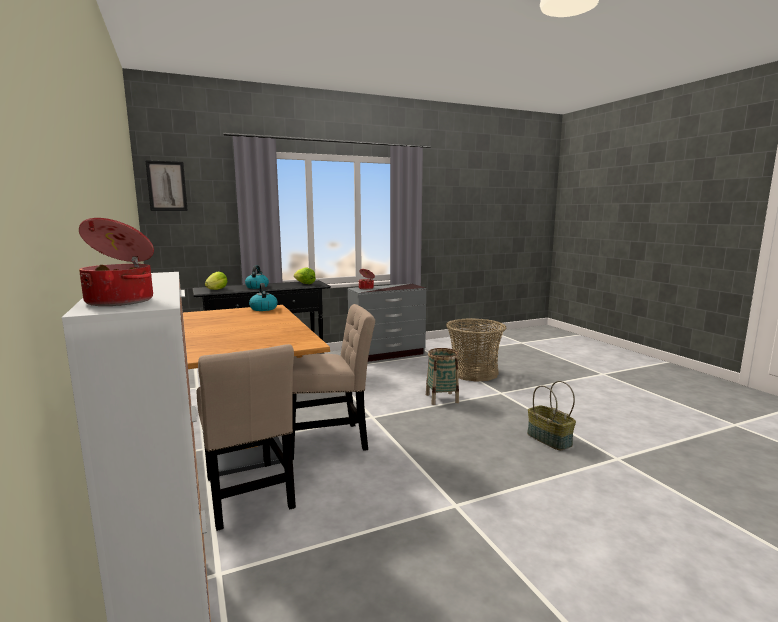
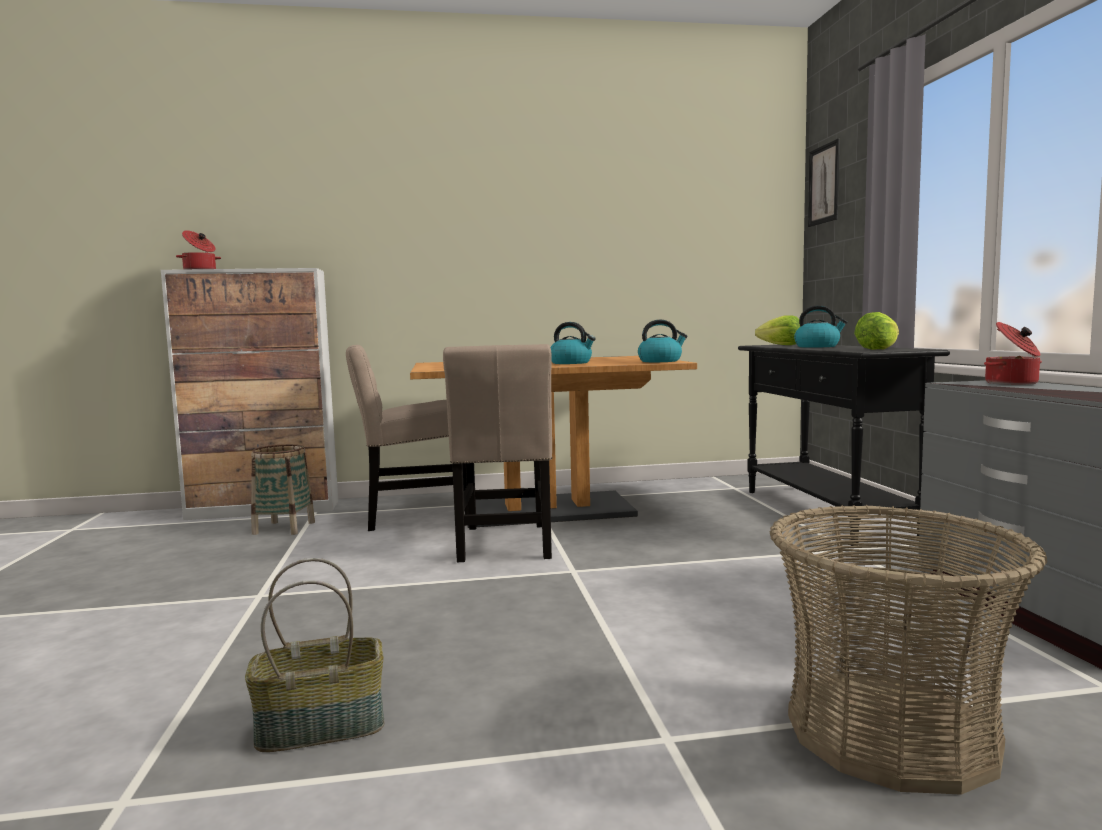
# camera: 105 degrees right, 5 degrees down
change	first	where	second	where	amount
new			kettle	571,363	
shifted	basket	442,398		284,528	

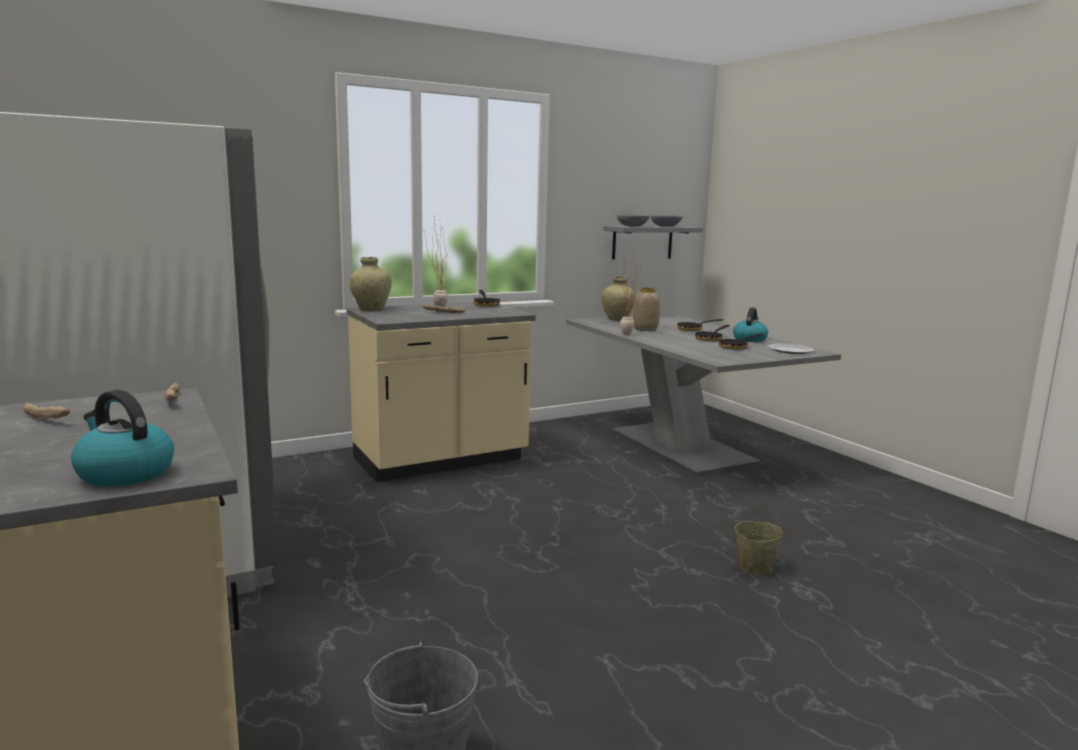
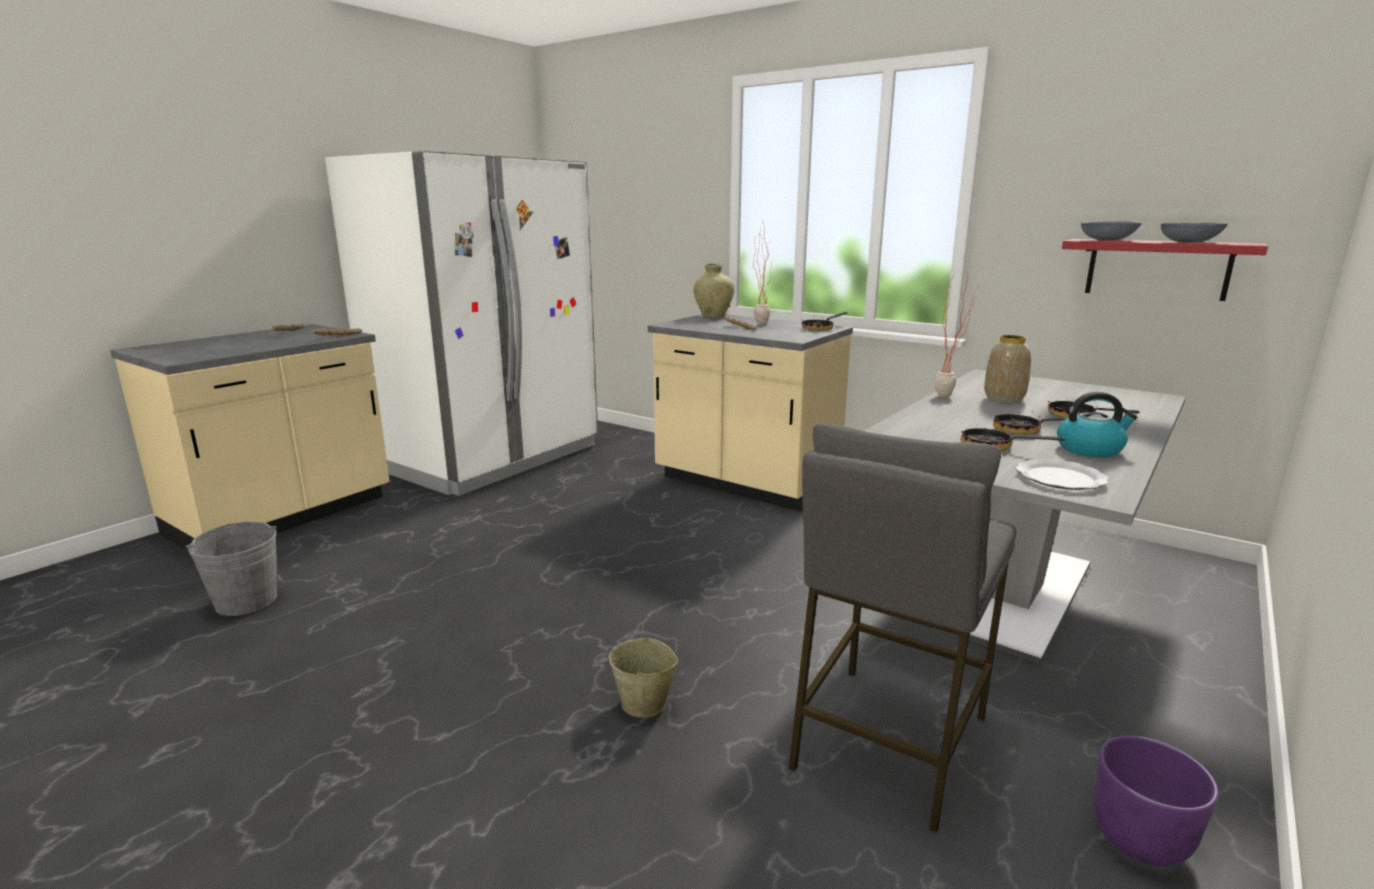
# camera: 65 degrees right, 5 degrees up
change	first	where	second	where	amount
gone	kettle	124,473			
gone	vase (beige)	617,319			
new			stool (grey)	887,741	
new			planter (purple)	1139,842	
repainted	shelf (grey)	642,242	shelf (red)	1157,269	

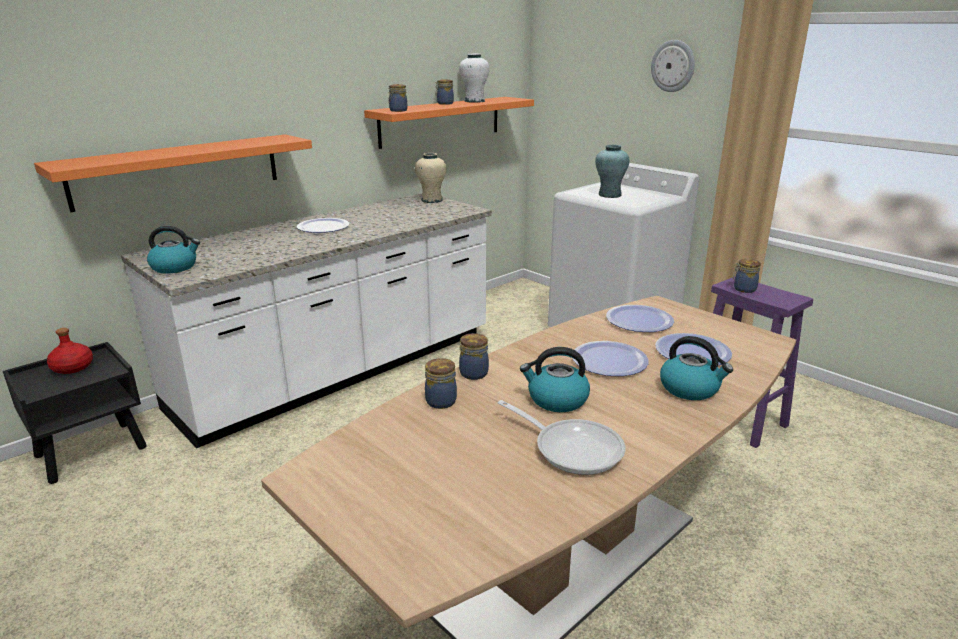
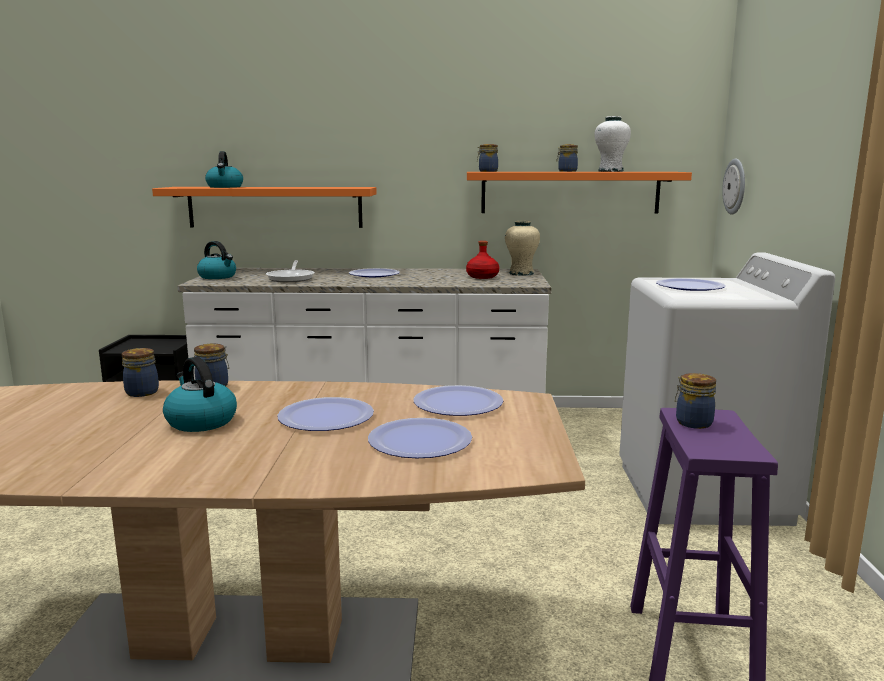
# camera: 45 degrees right, 10 degrees down
change	first	where	second	where	amount
shifted	bottle (red)	73,367		482,277	
shifted	frying pan	572,448		291,278	
shifted	wall clock	673,66		735,186	
shifted	kettle	690,389		225,187	
swapped	vase (turquoise)	609,195	plate	690,286	

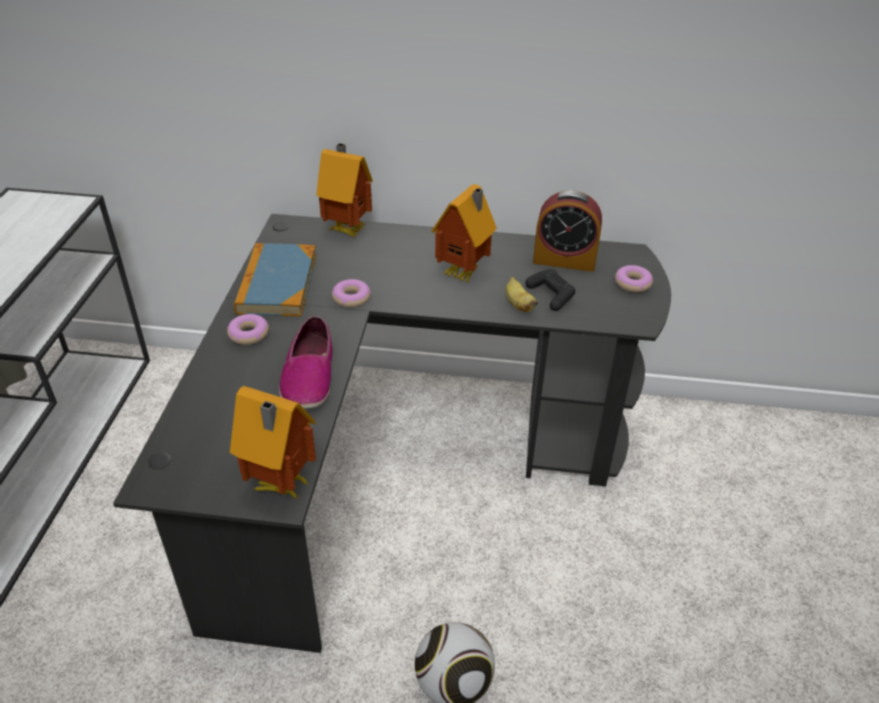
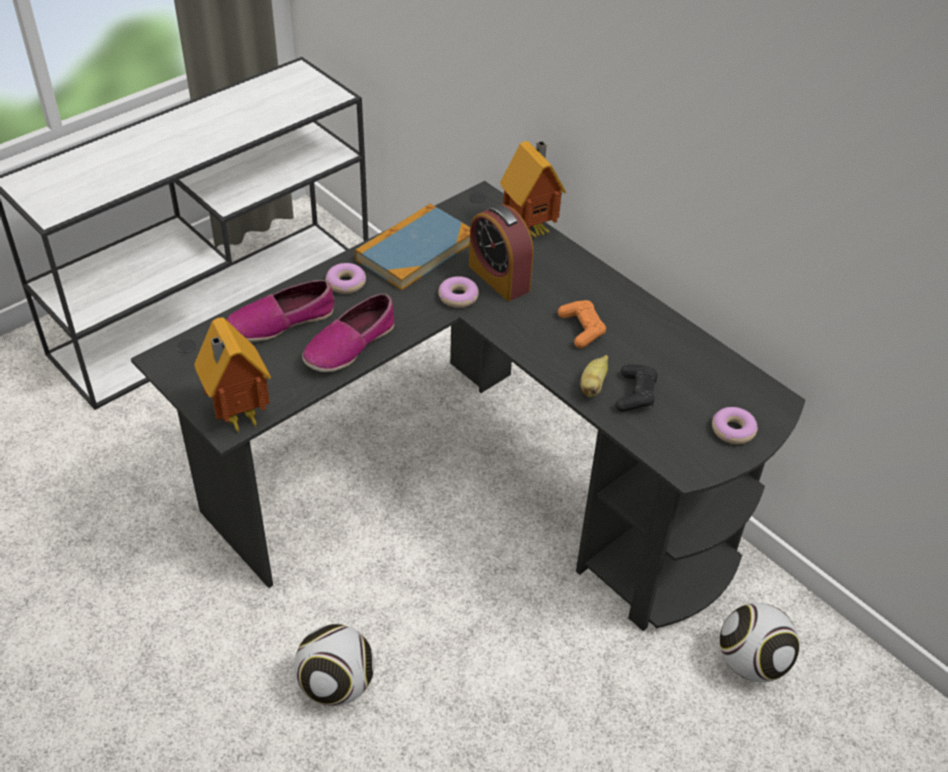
# camera: 40 degrees right, 5 degrees up
change	first	where	second	where	amount
new			shoe	281,322	
new			football	752,662	
shifted	alarm clock	564,260		499,278	
swapped	toy house	464,274	game controller (orange)	581,329	

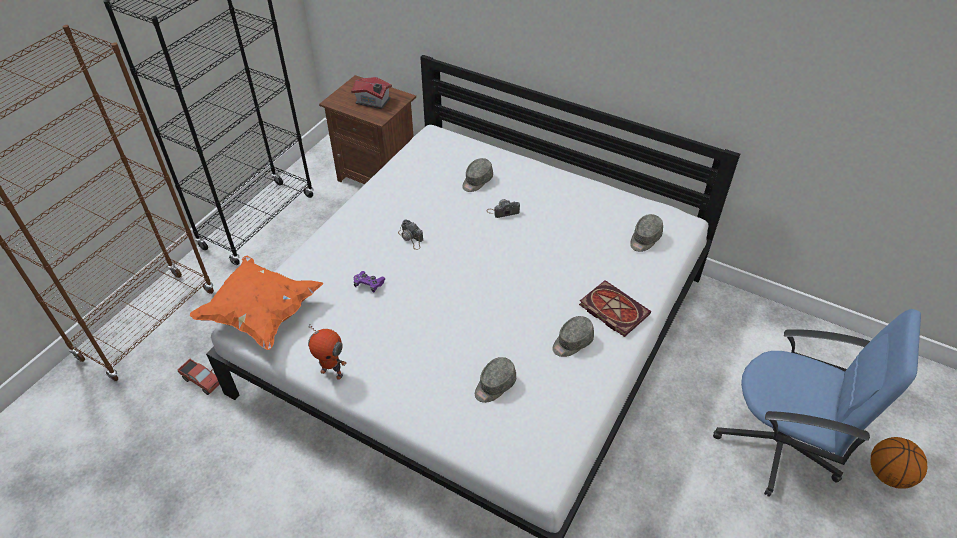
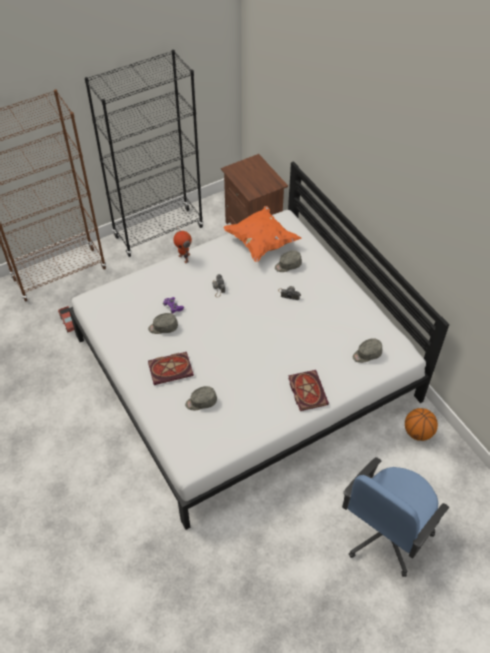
# camera: 30 degrees right, 5 degrees up
change	first	where	second	where	amount
gone	toy house	373,102			
new			book	171,368	
shifted	pillow (orange)	261,314		261,242	
shifted	toy robot	332,372		184,258	
shifted	cap (grey)	572,342		163,327	
shifted	basketball	888,474		418,432	
rotated	office chair (blue)	779,444		385,533	75 degrees clockwise

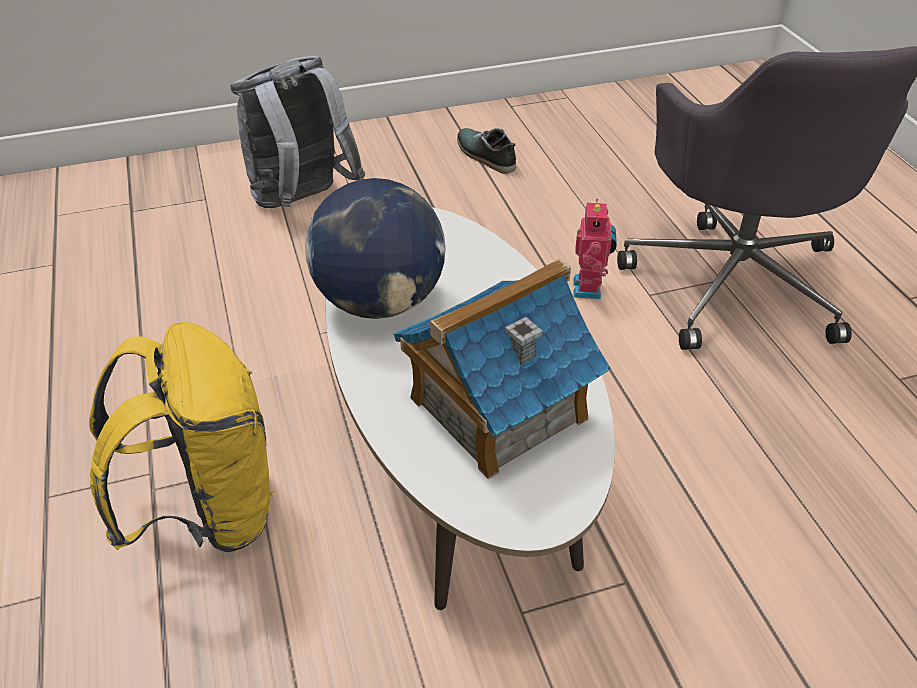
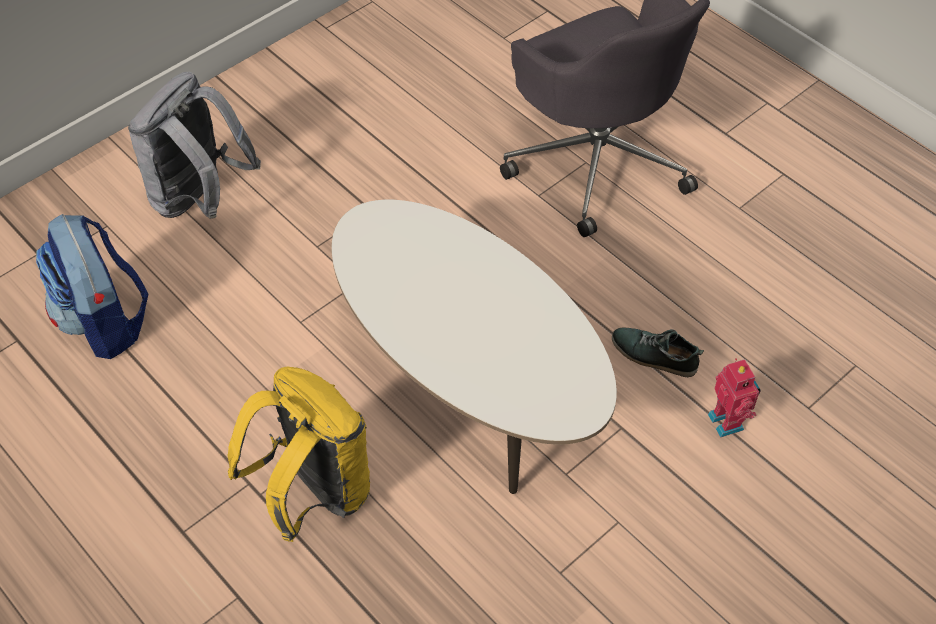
# camera: 25 degrees left, 10 degrees up
change	first	where	second	where	amount
gone	globe	380,301			
gone	toy house	496,408			
new			backpack	105,322	
shifted	shoe	485,155		654,356	
shifted	toy robot	589,288		728,421	

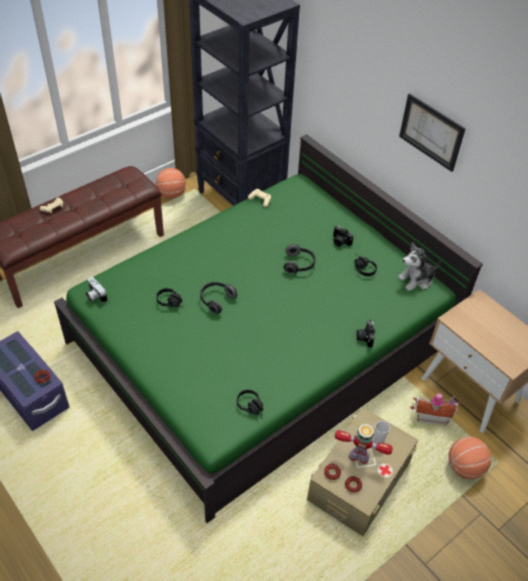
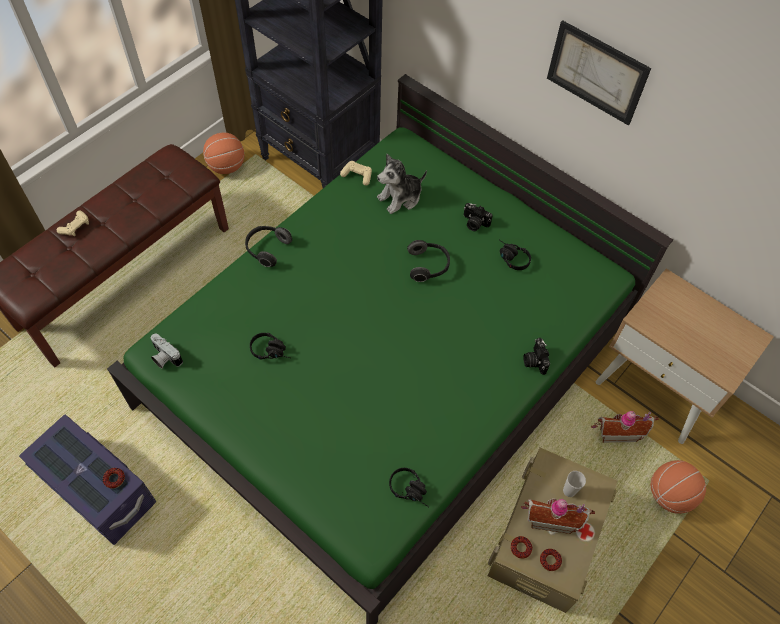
# camera: 10 degrees left, 10 degrees up
change	first	where	second	where	amount
shifted	headphones	216,300		267,249	
shifted	plush toy	416,280		400,198	
swapped	toy robot	359,457	toy house	550,518	

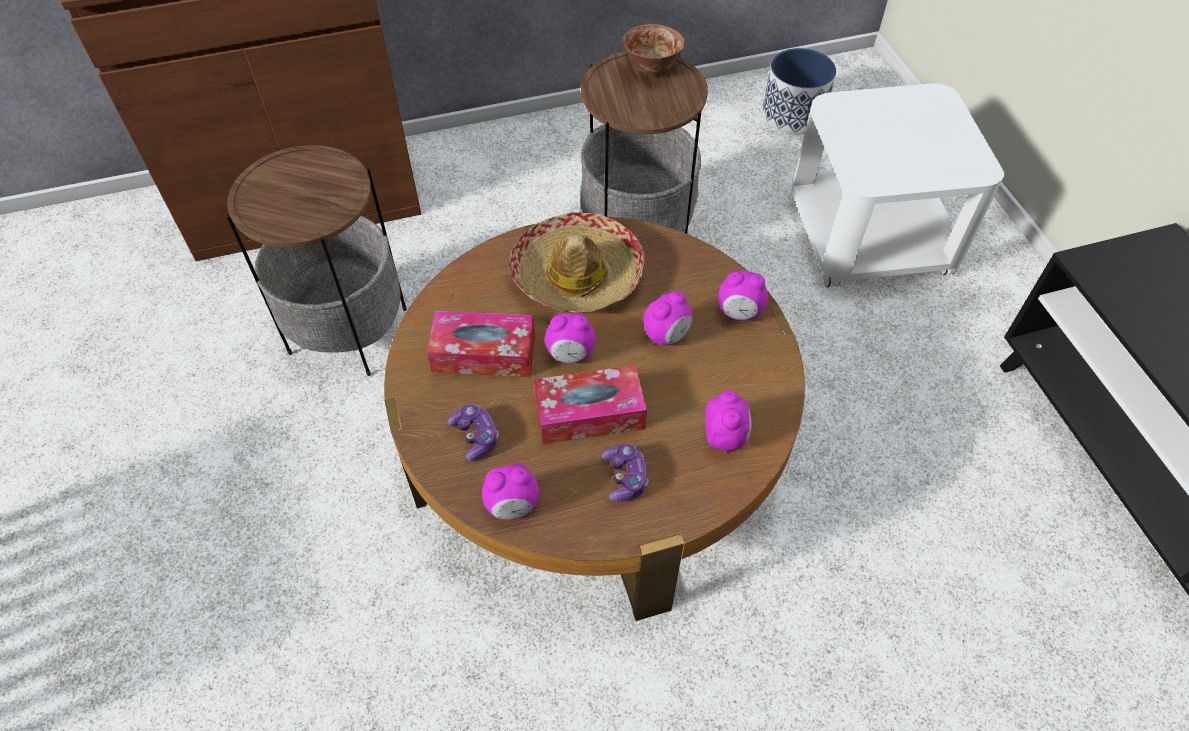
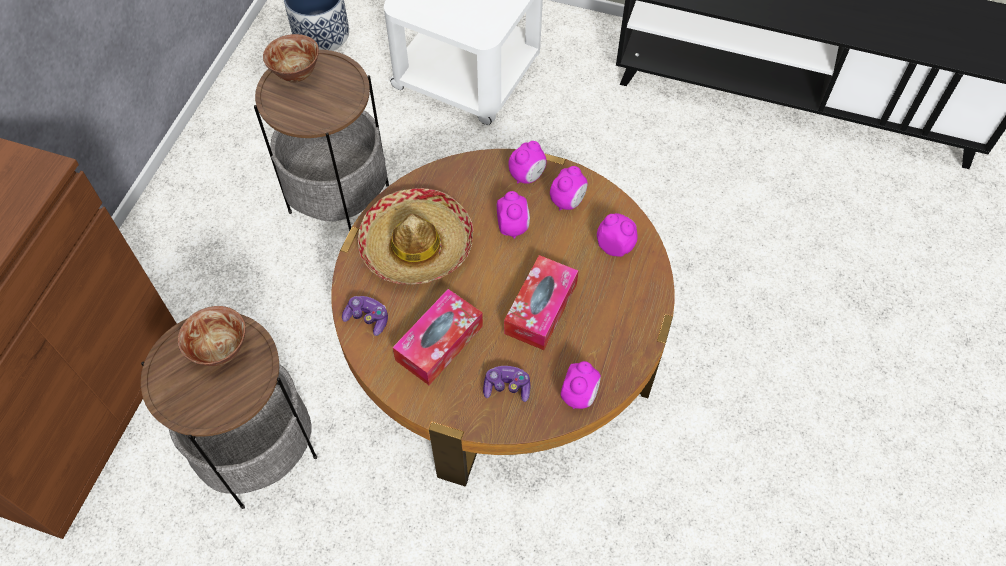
# camera: 55 degrees left, 5 degrees up
change	first	where	second	where	amount
new			bowl	220,350	
shifted	alarm clock	570,354		568,201	
shifted	game controller	625,477		367,318	

